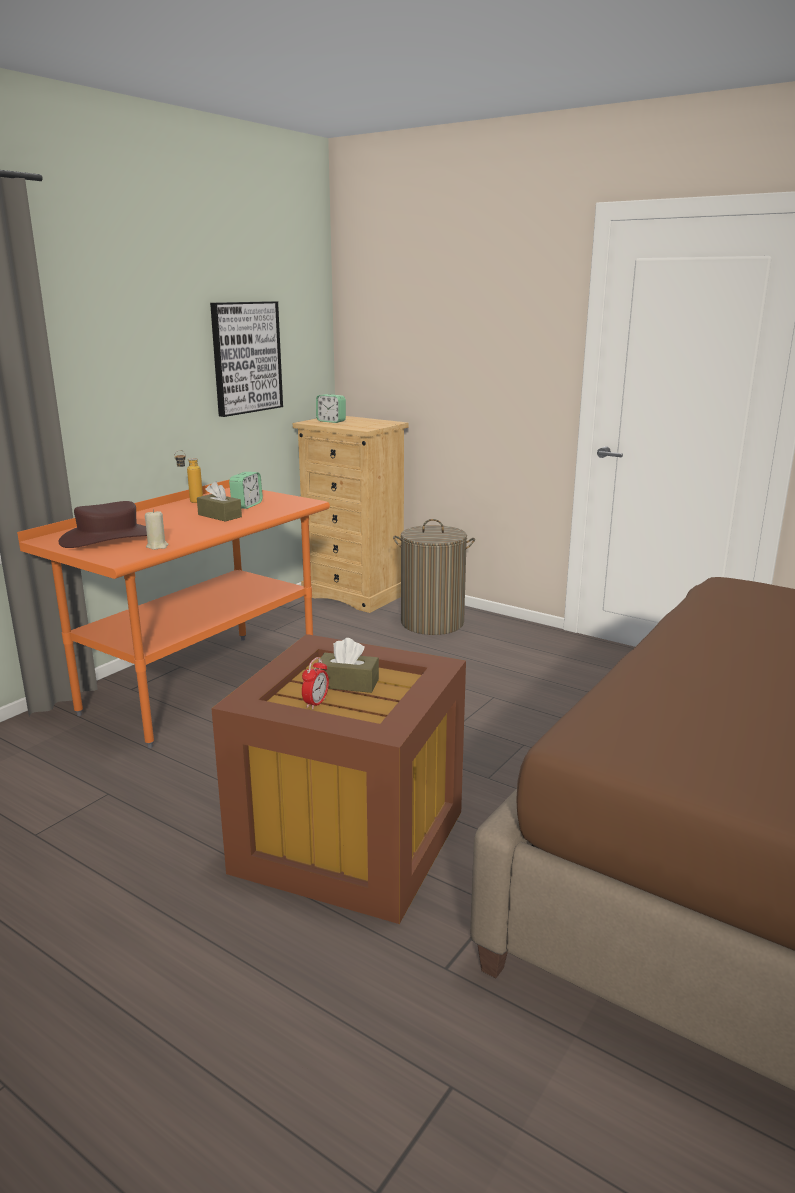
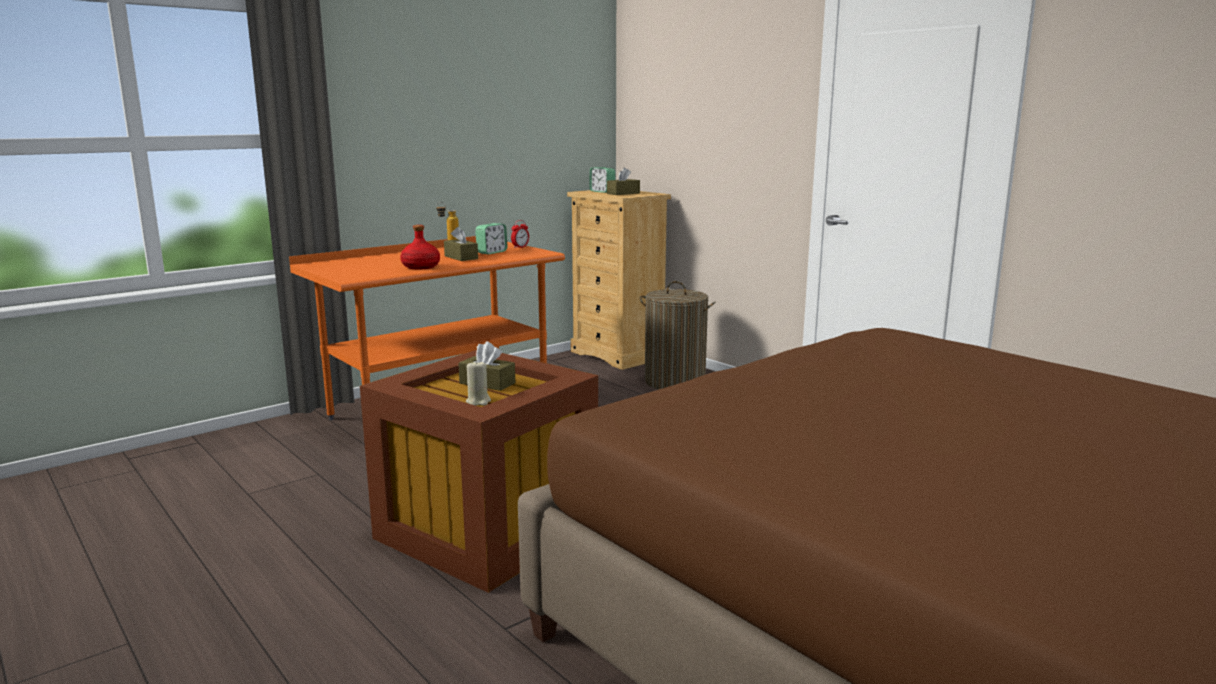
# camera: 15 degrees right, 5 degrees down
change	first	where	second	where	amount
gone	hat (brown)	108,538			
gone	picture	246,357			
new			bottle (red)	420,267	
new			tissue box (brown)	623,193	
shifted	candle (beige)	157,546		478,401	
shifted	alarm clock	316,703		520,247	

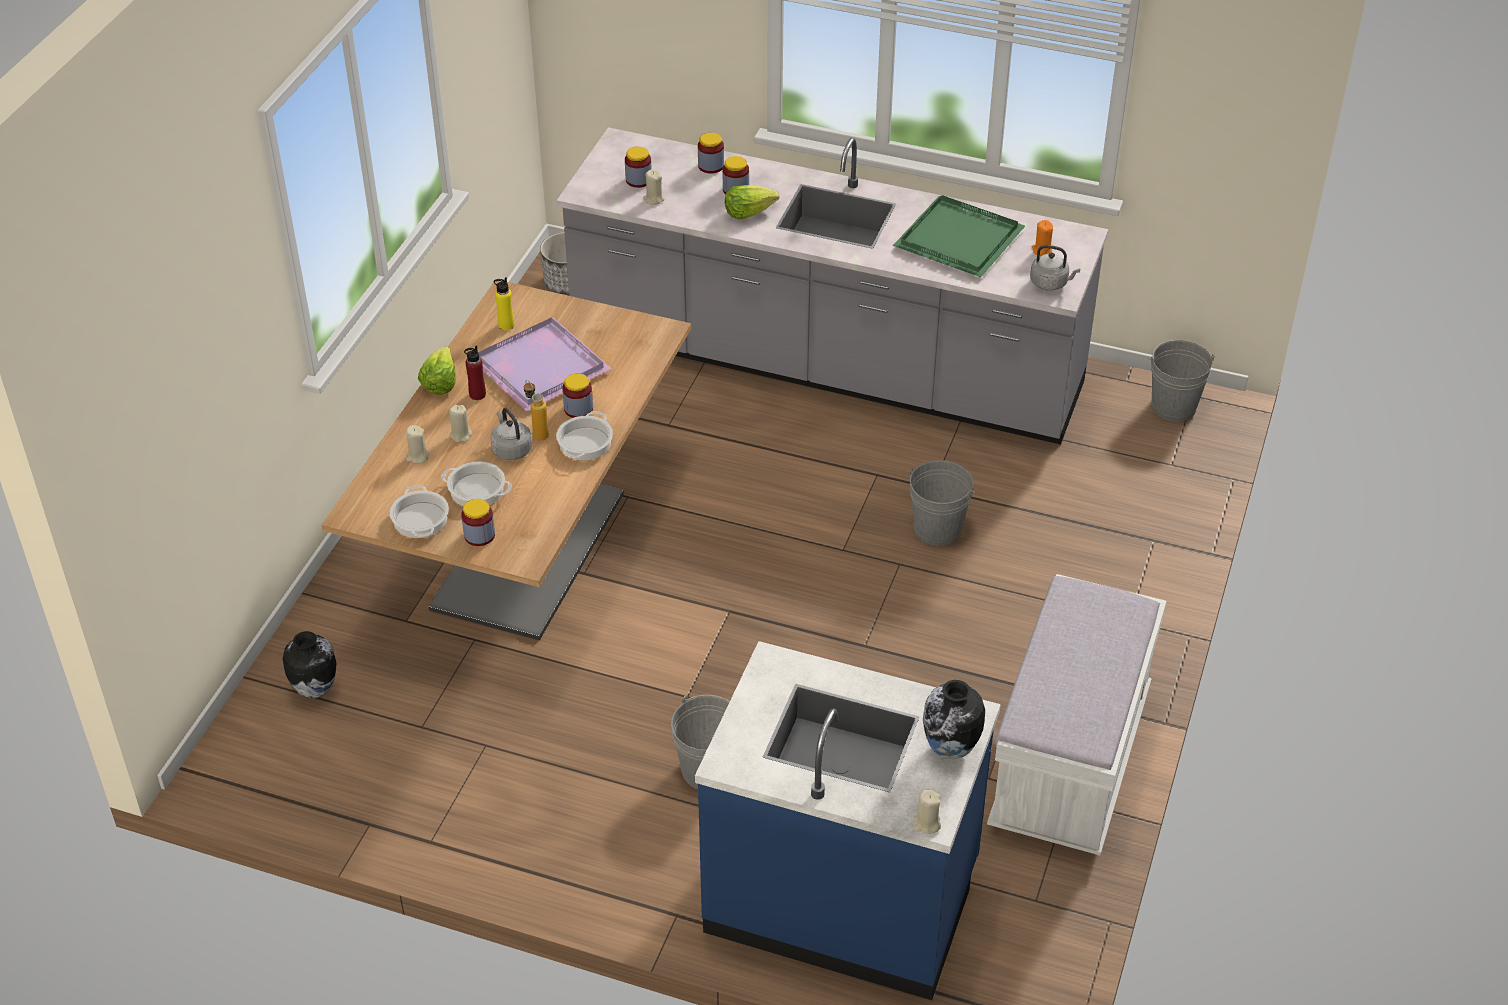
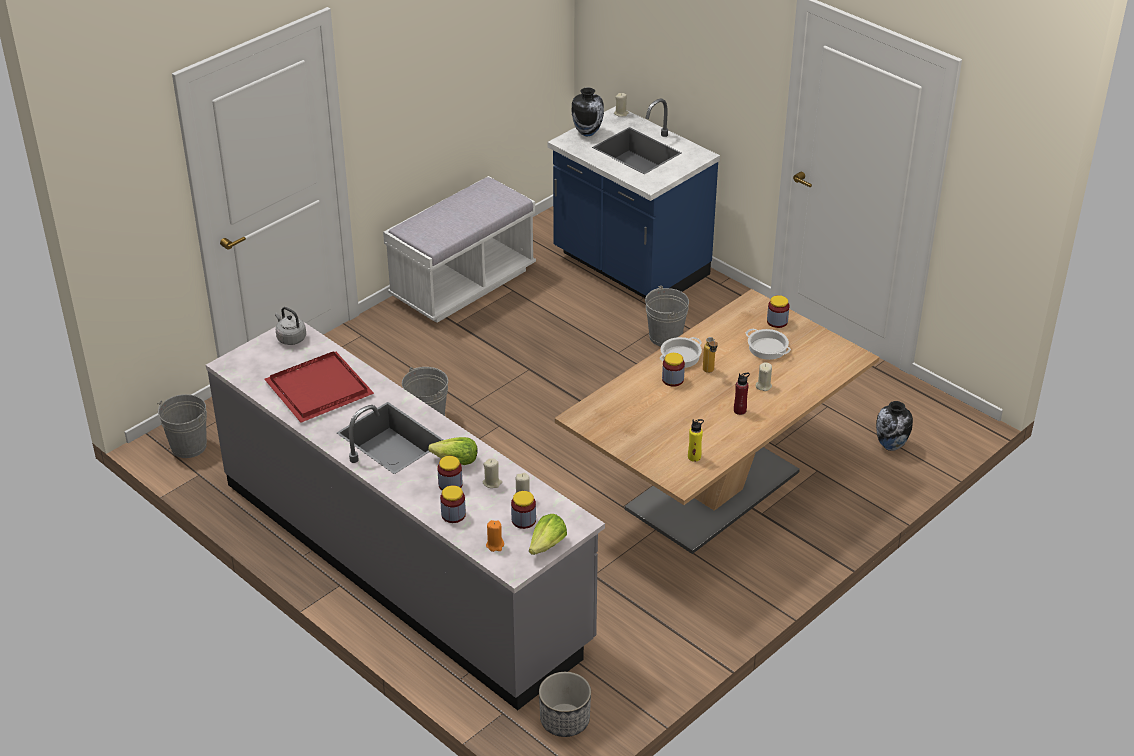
# camera: 155 degrees left, 5 degrees down
change	first	where	second	where	amount
gone	cooking pot	421,519			
gone	tray (purple)	543,367			
gone	kettle (grey)	511,449			
shifted	candle (beige)	417,456		492,483	
shifted	lettuce	439,382		547,545	
shifted	candle (orange)	1041,250		495,545	
repainted	tray (green)	961,239	tray (red)	317,388	

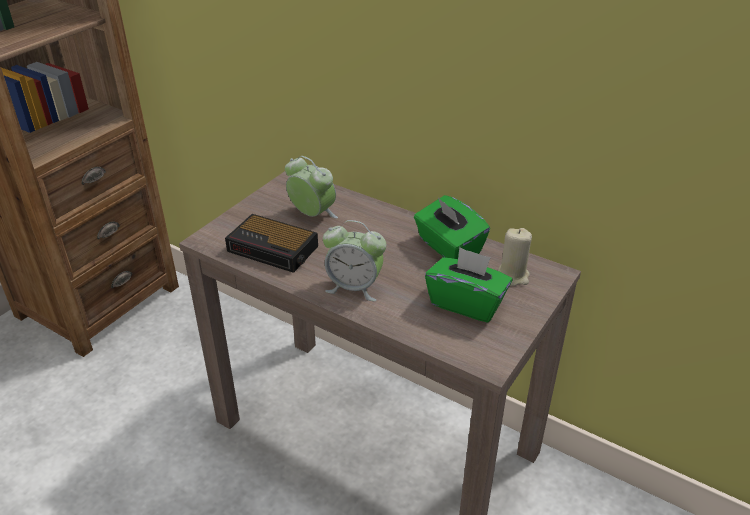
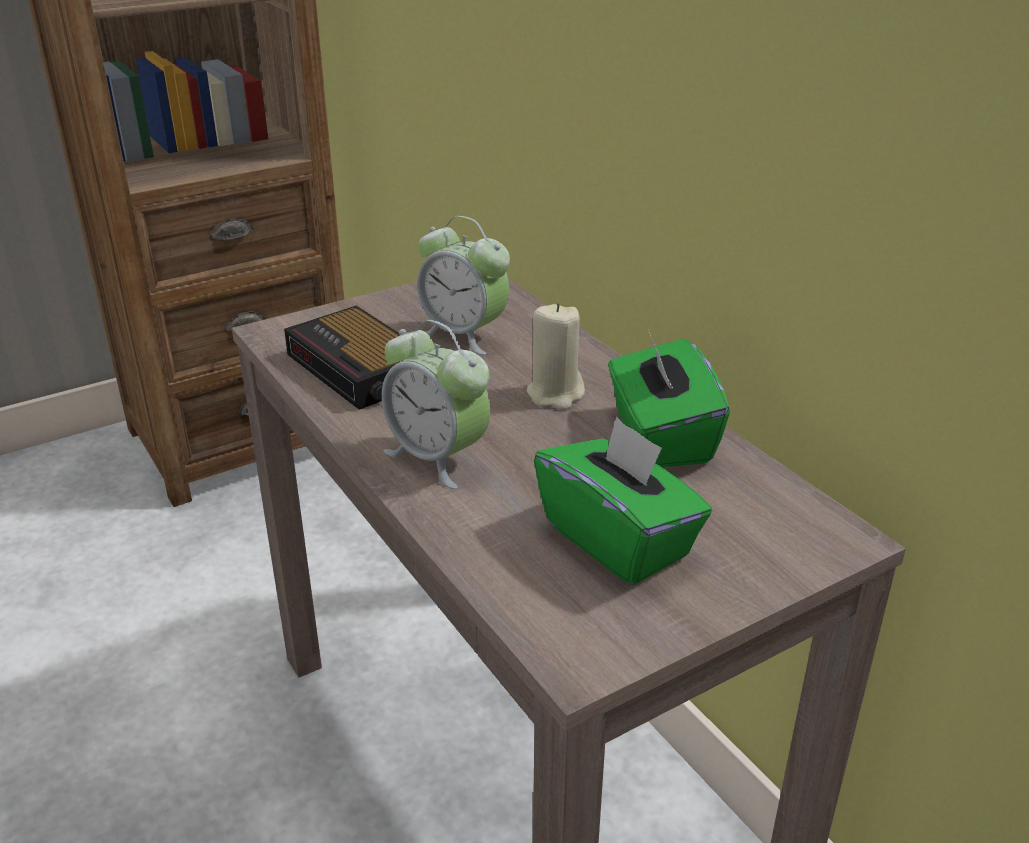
# camera: 25 degrees right, 5 degrees down
change	first	where	second	where	amount
shifted	candle (beige)	513,275		555,394	
rotated	alarm clock	312,215		464,335	150 degrees clockwise

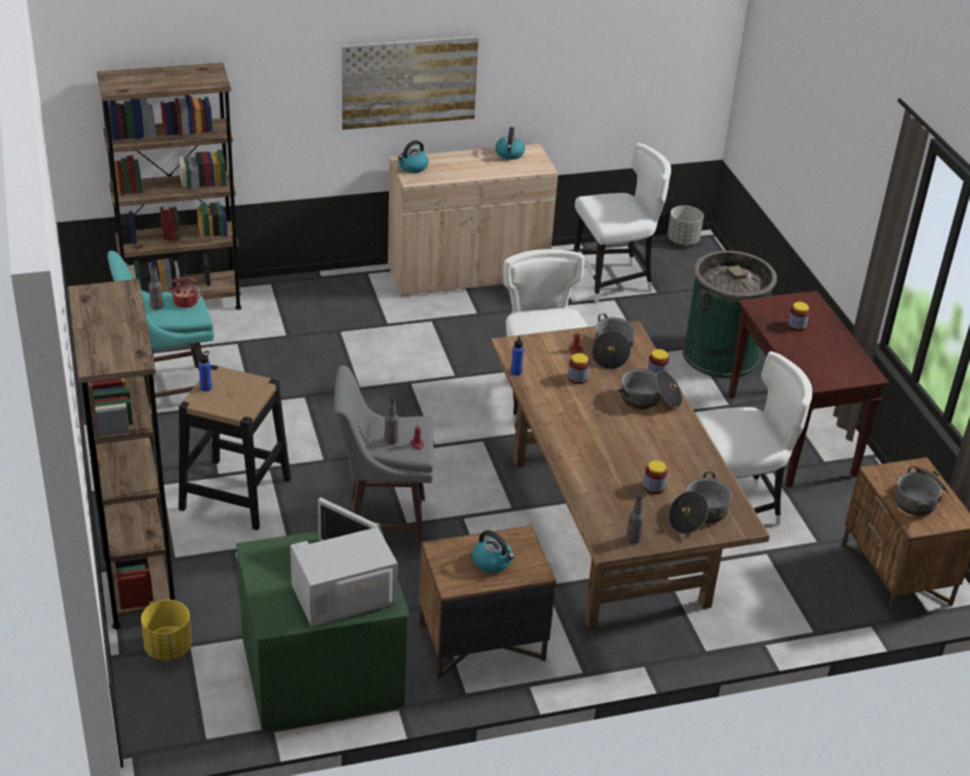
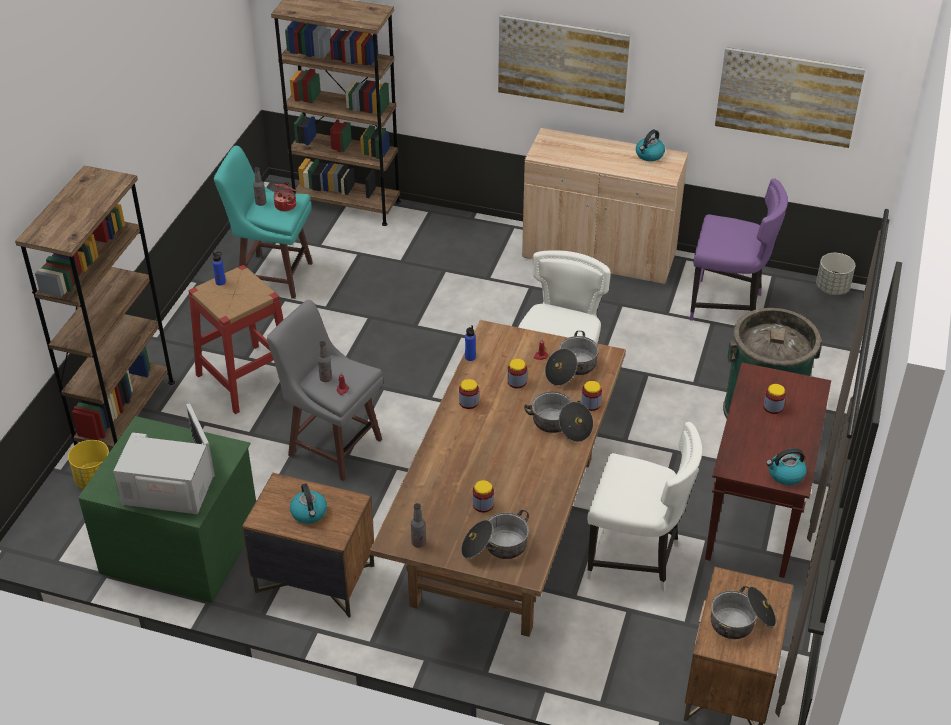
# camera: 35 degrees right, 5 degrees up
change	first	where	second	where	amount
new			jar	468,402	
new			picture	788,97	
shifted	kettle	412,167		785,475	
repainted	stool (black)	235,494	stool (red)	246,378	
repainted	chair (white)	614,280	chair (purple)	727,305	

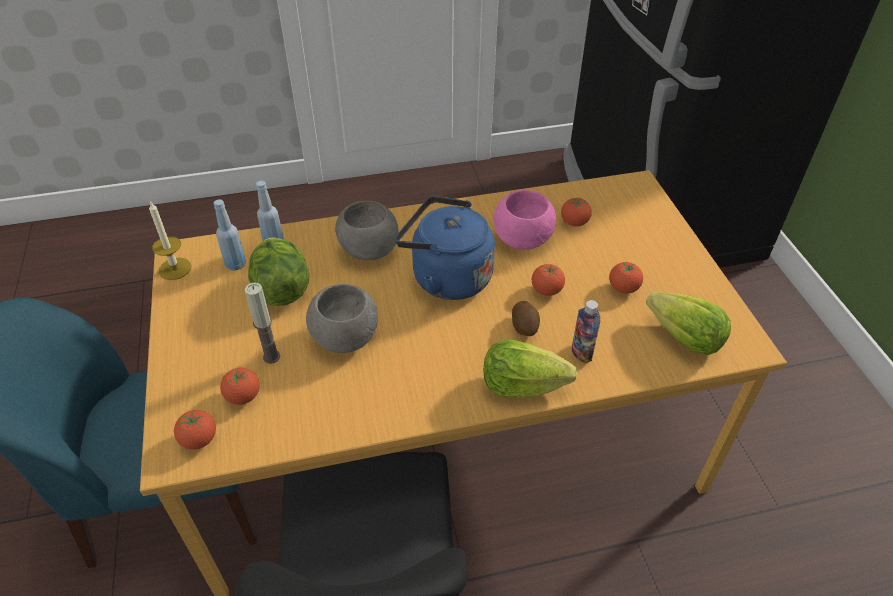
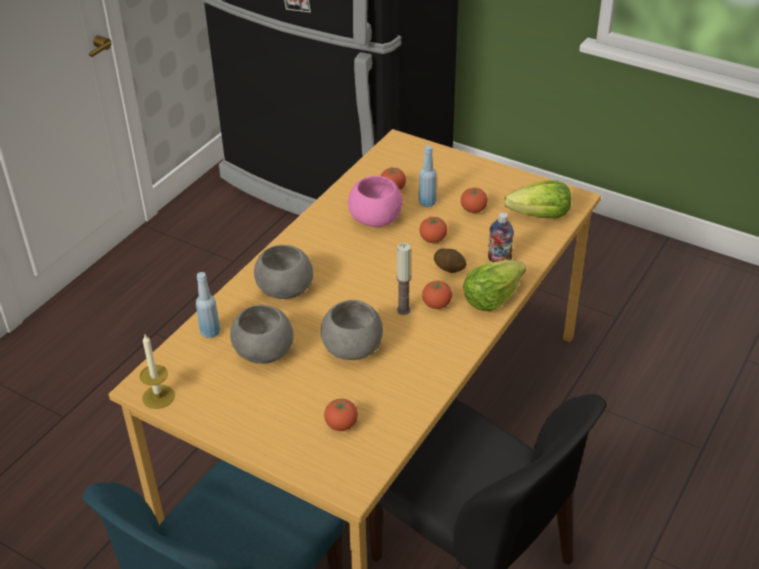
# camera: 45 degrees left, 5 degrees down
change	first	where	second	where	amount
gone	kettle (blue)	446,277			
shifted	tomato	199,439		436,305	
shifted	bottle (blue)	236,264		427,202	
shifted	candle	271,356		403,310	
swapped	lettuce	282,290	bowl (grey)	264,353	

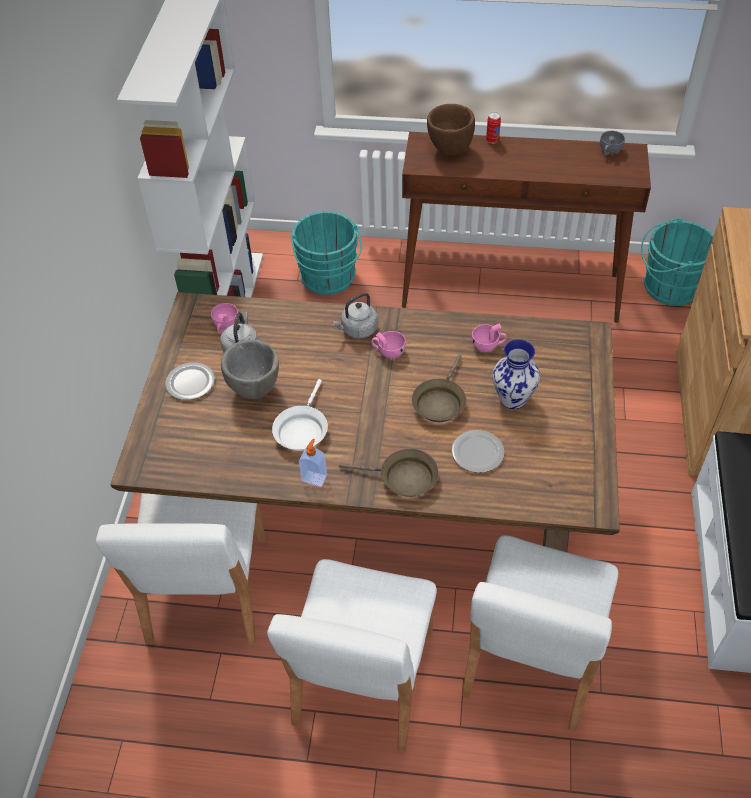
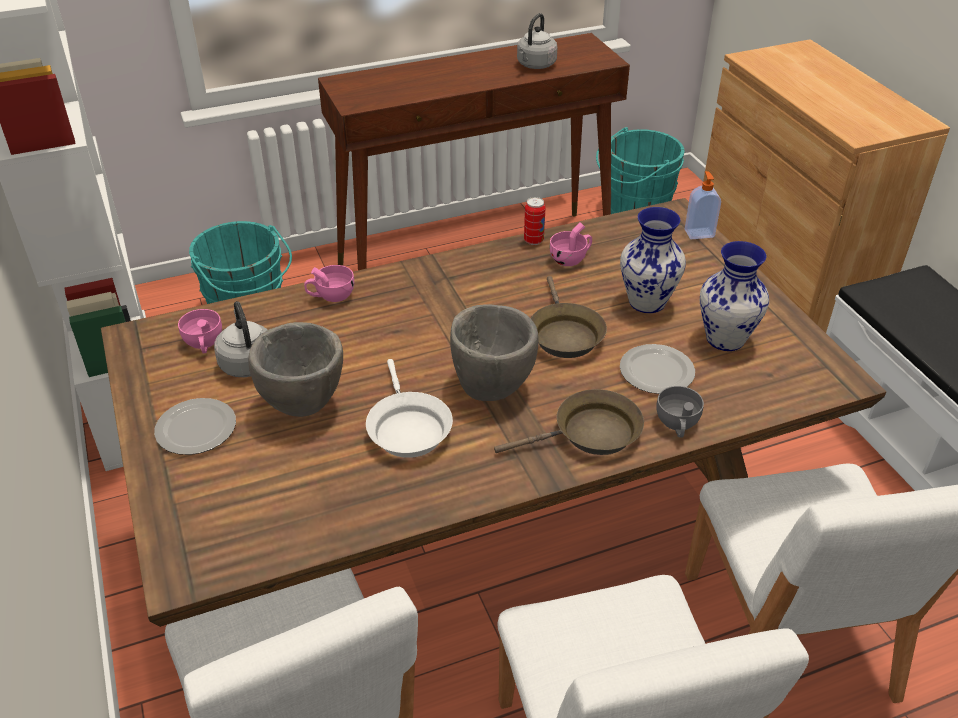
# camera: 30 degrees left, 10 degrees down
change	first	where	second	where	amount
gone	bowl (brown)	449,150			
new			bowl (grey)	492,386	
new			vase	724,339	
shifted	soap dispenser	314,478		699,233	
shifted	kettle (grey)	357,330		535,65	
shifted	cup (pink)	388,351		331,296	
shifted	can	492,140		533,240	
shifted	cup (grey)	609,151		677,425	

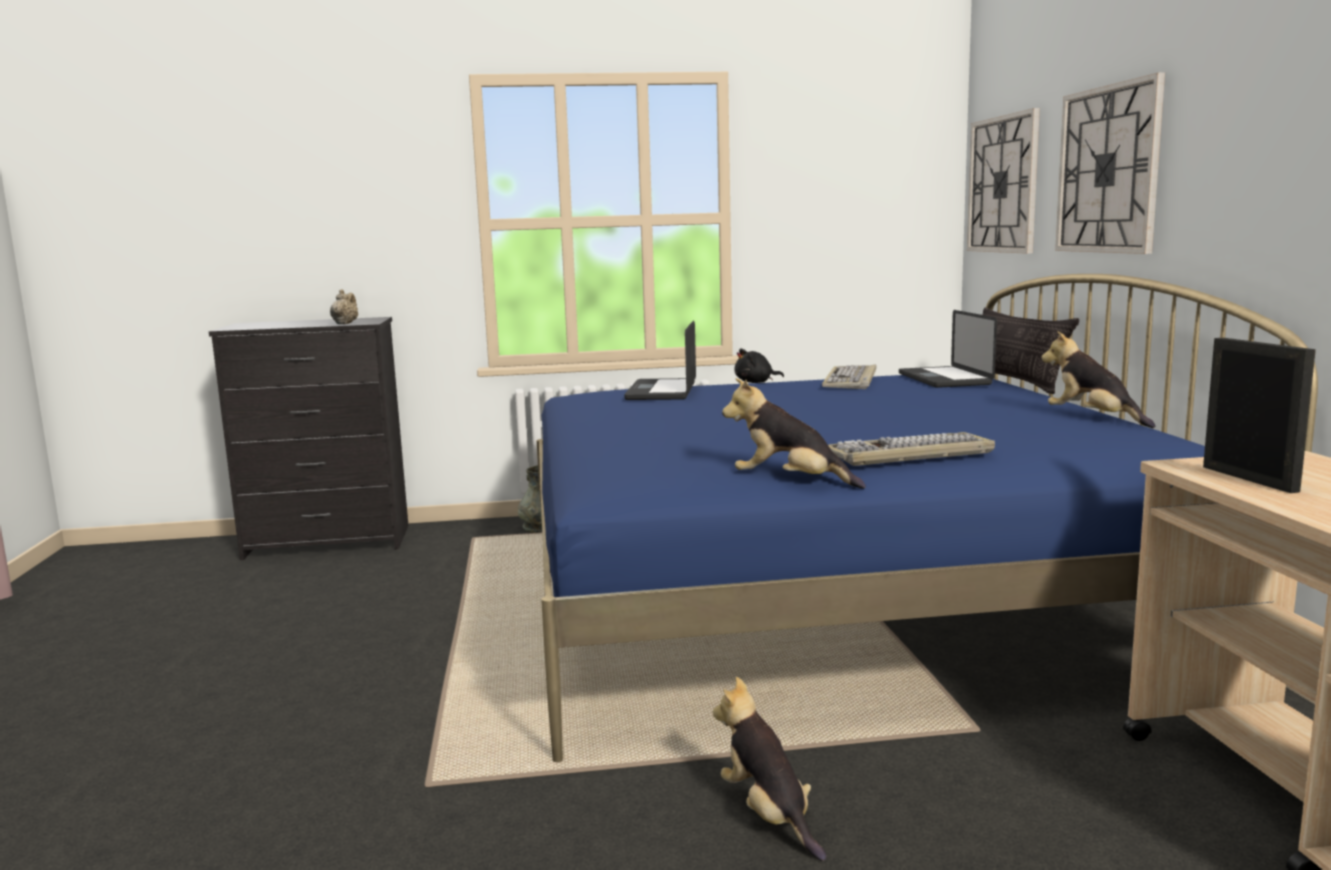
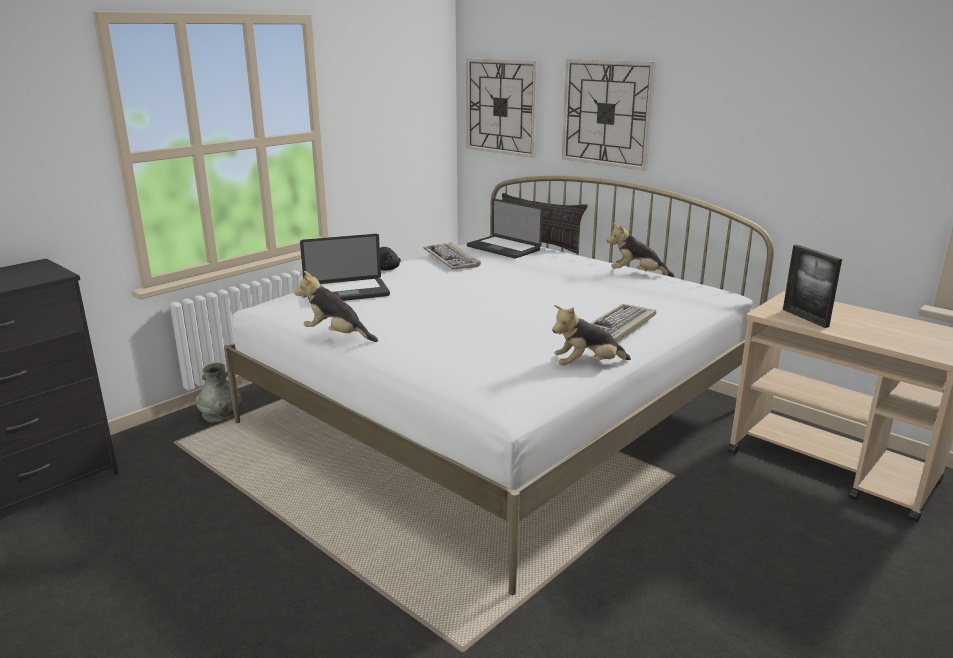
# camera: 40 degrees left, 10 degrees up
change	first	where	second	where	amount
gone	teapot (beige)	345,323			
shifted	plush toy	768,815		337,335	
repainted	bed (blue)	831,597	bed (white)	499,413	
rotated	laptop	662,391		346,292	75 degrees counterclockwise
rotated	picture frame	1249,479		805,318	150 degrees counterclockwise

